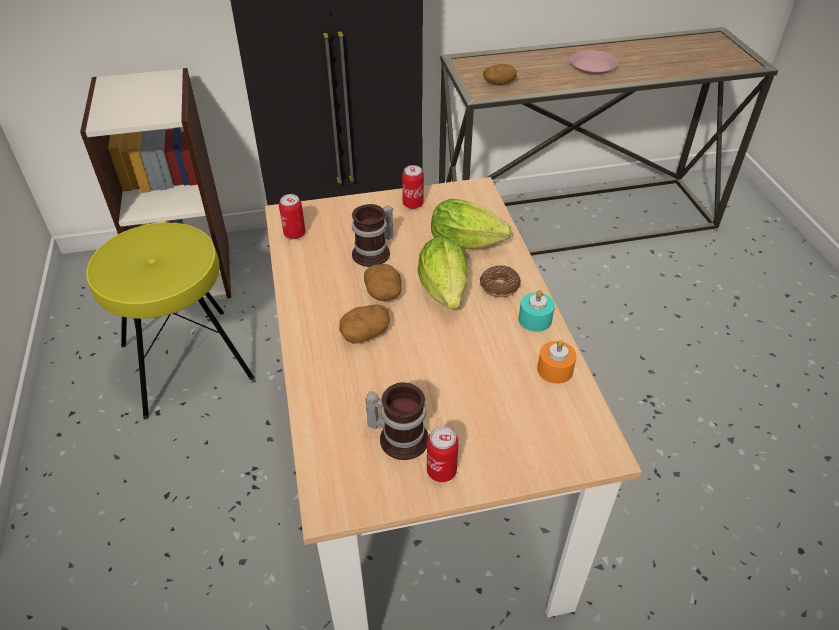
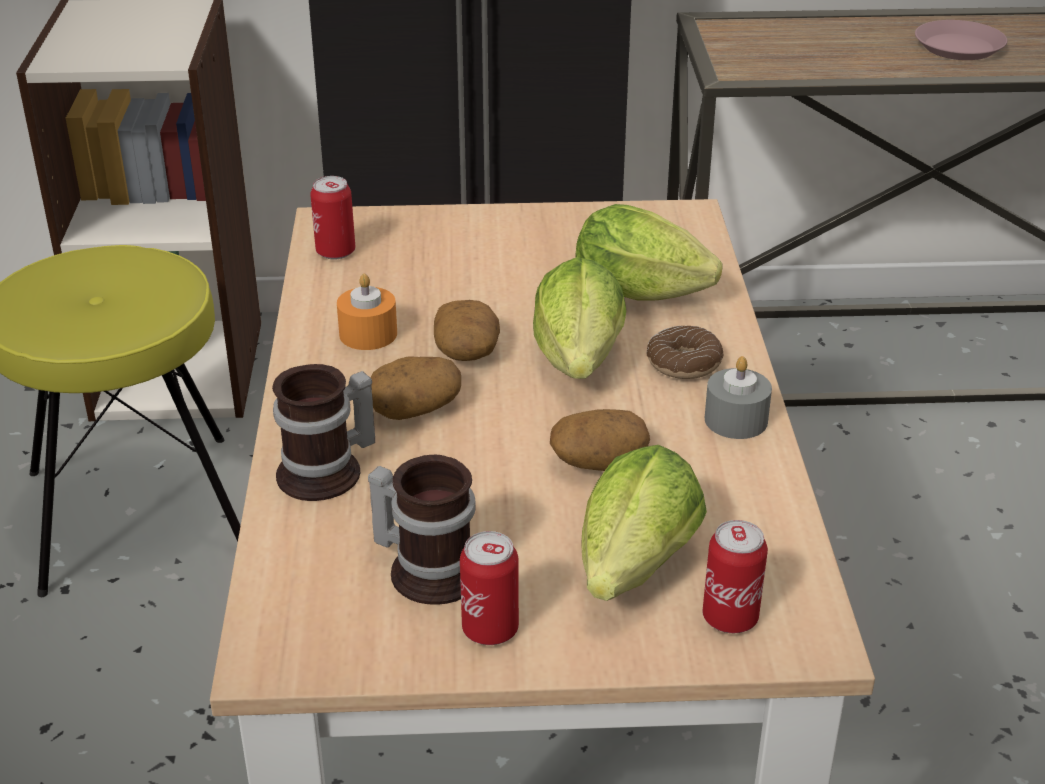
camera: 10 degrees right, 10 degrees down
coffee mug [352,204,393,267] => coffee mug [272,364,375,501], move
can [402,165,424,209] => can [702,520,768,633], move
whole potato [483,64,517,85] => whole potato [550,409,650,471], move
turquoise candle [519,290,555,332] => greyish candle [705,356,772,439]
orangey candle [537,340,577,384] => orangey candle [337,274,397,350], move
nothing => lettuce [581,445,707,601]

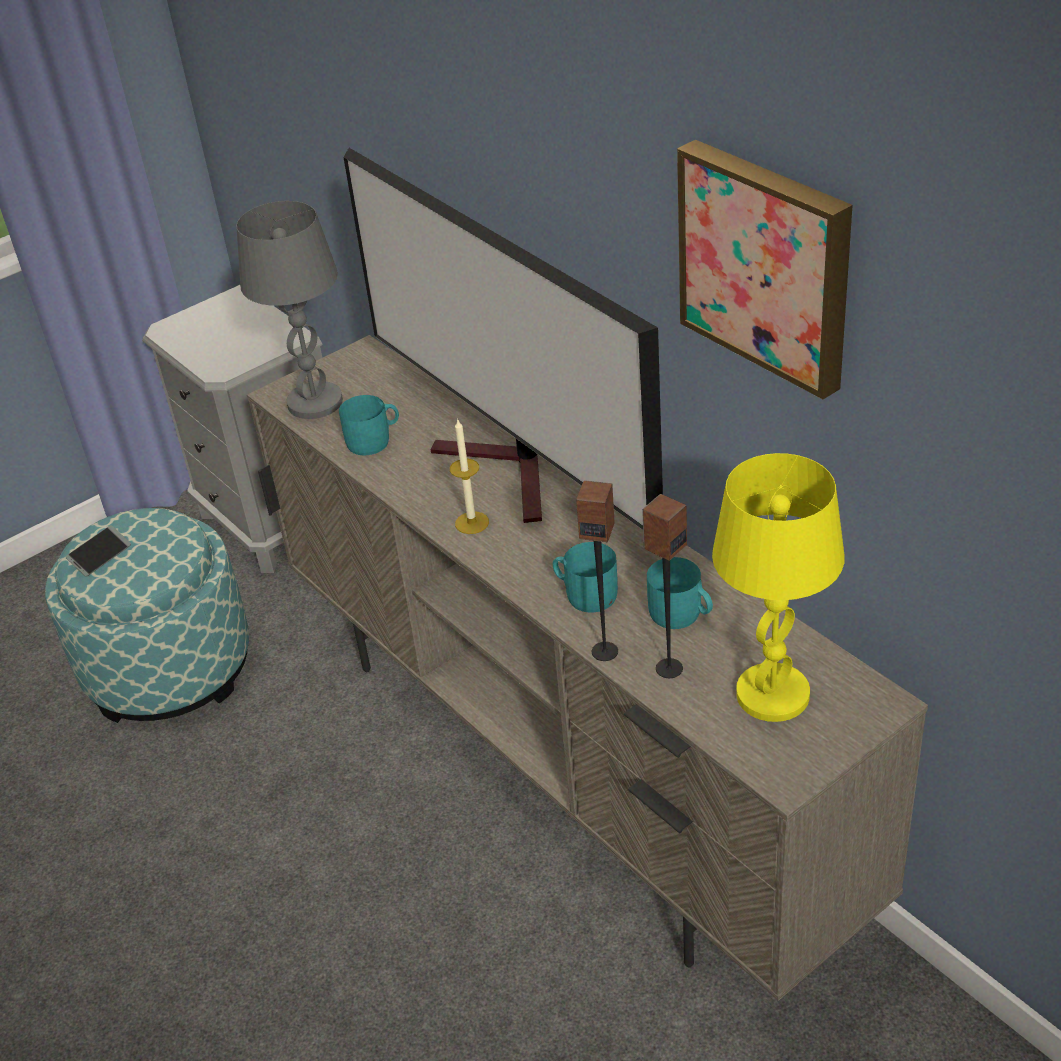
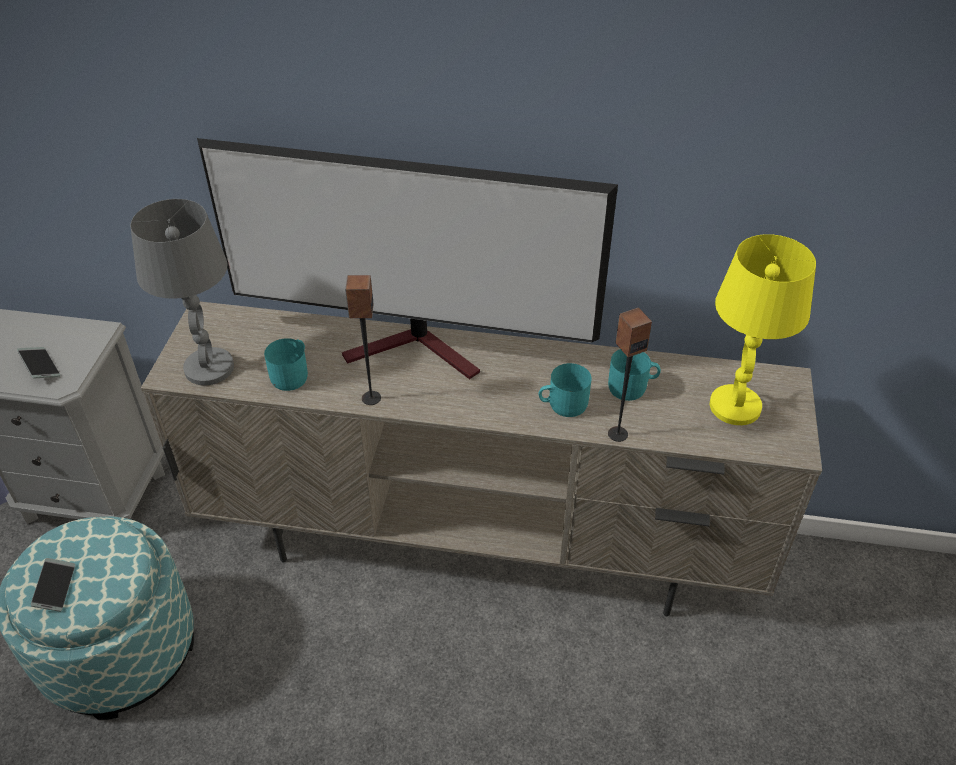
camera: 45 degrees left, 5 degrees up
candle [450,420,489,534] => nothing
loudspeaker [642,494,687,678] => loudspeaker [345,275,381,405], move
wall art [677,140,853,399] => nothing
nothing => telephone [17,347,60,379]

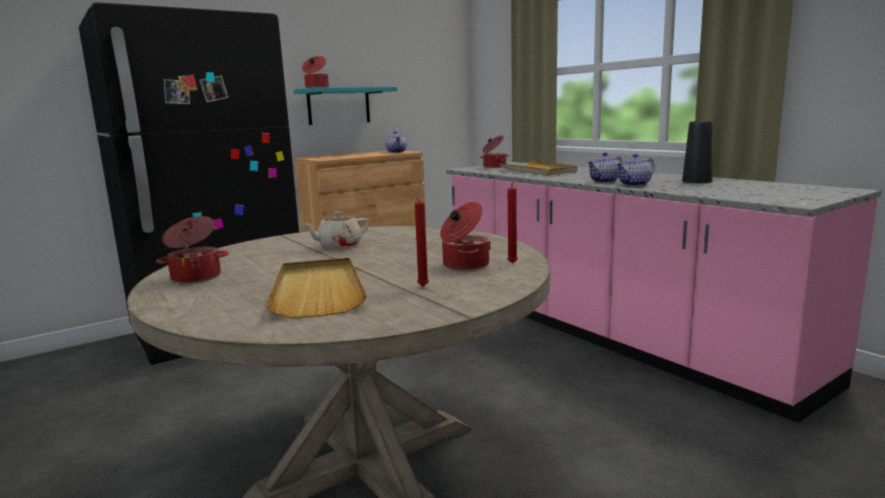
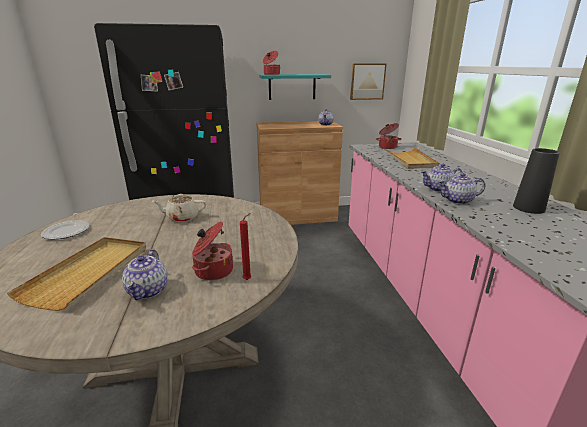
camera: 25 degrees right, 10 degrees up
stockpot [156,216,229,284] => dinner plate [41,220,89,240]
red-coloured candle [414,192,429,287] => teapot [122,249,168,300]
nothing => wall art [350,63,387,100]

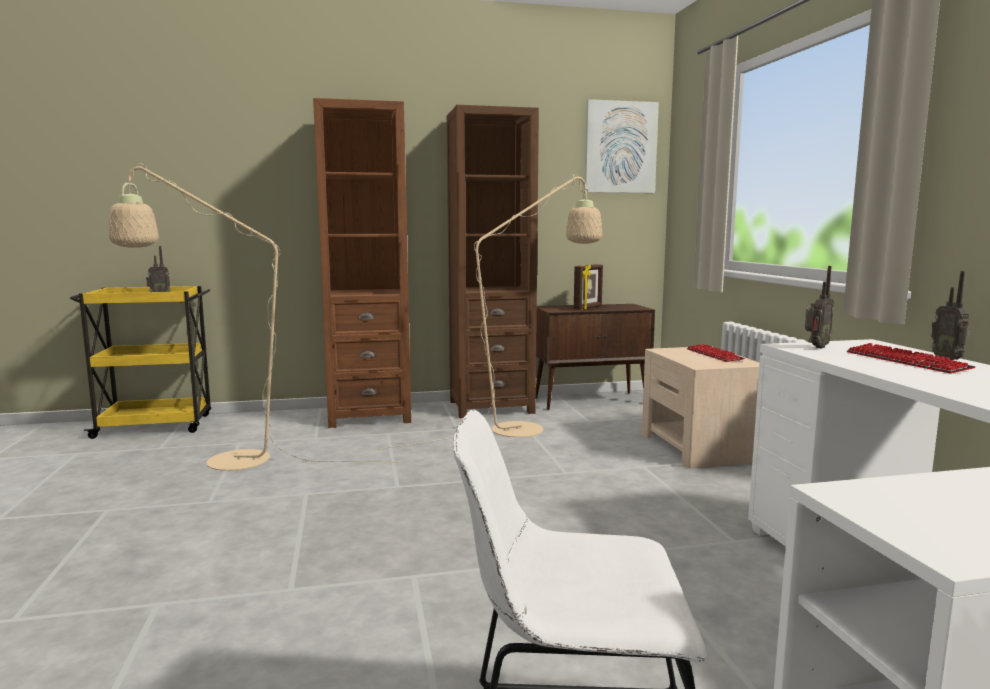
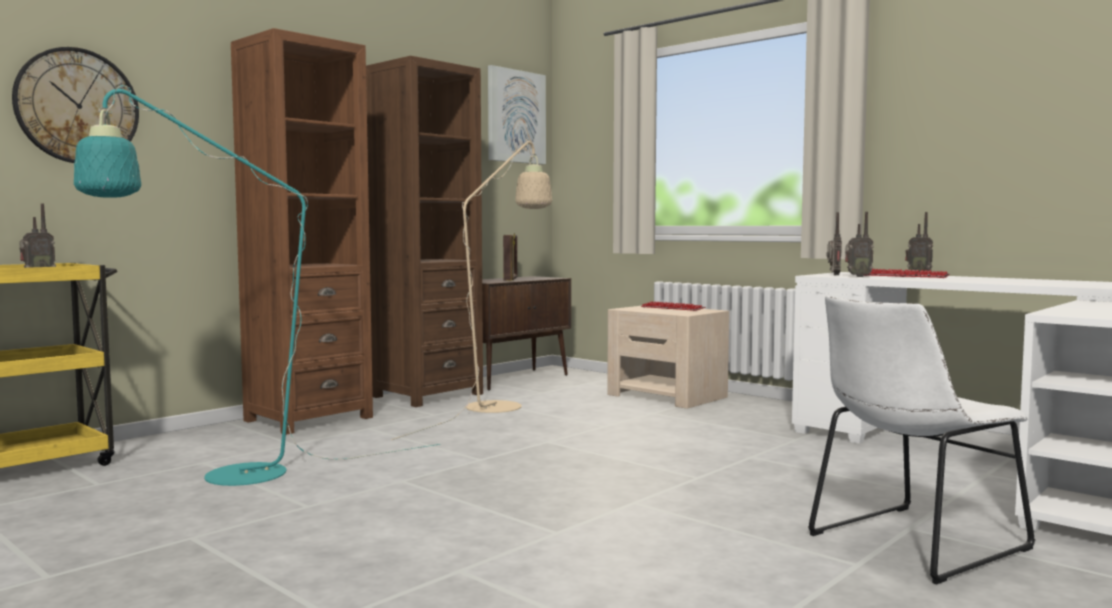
camera: 35 degrees left, 5 degrees down
beige-coloured standard lamp [109,163,400,471] => turquoise standard lamp [74,85,440,486]
nothing => wall clock [12,47,139,163]
nothing => radio set [845,212,874,277]

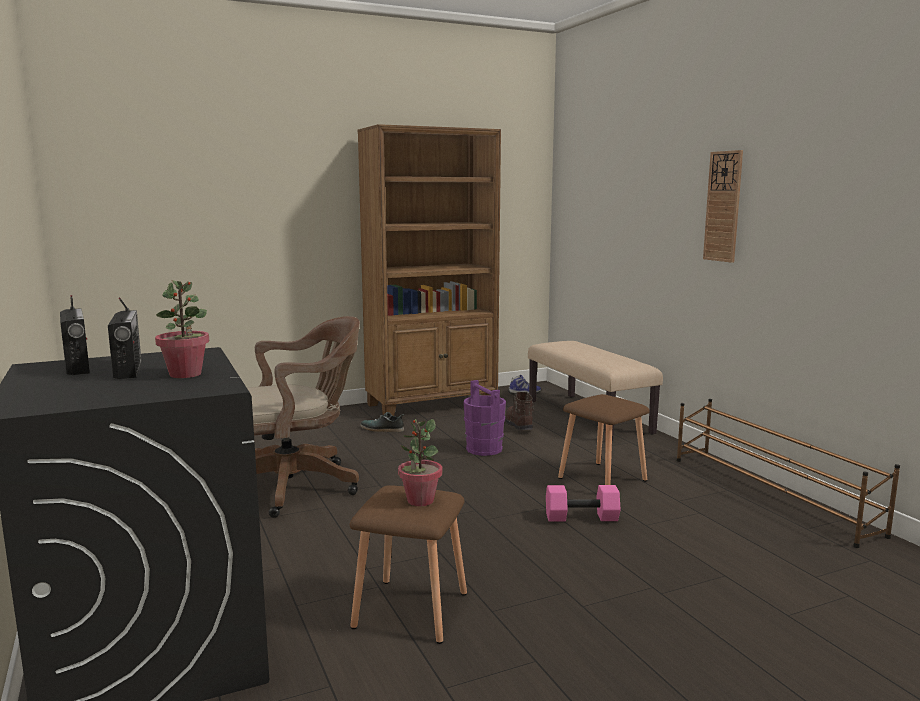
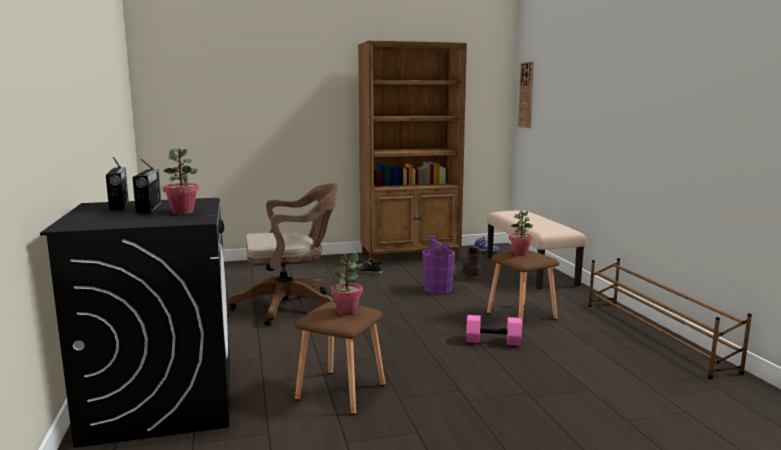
camera: 10 degrees right, 0 degrees up
wall clock [703,150,743,263] => wall clock [518,61,534,128], move
nothing => houseplant [509,211,533,256]

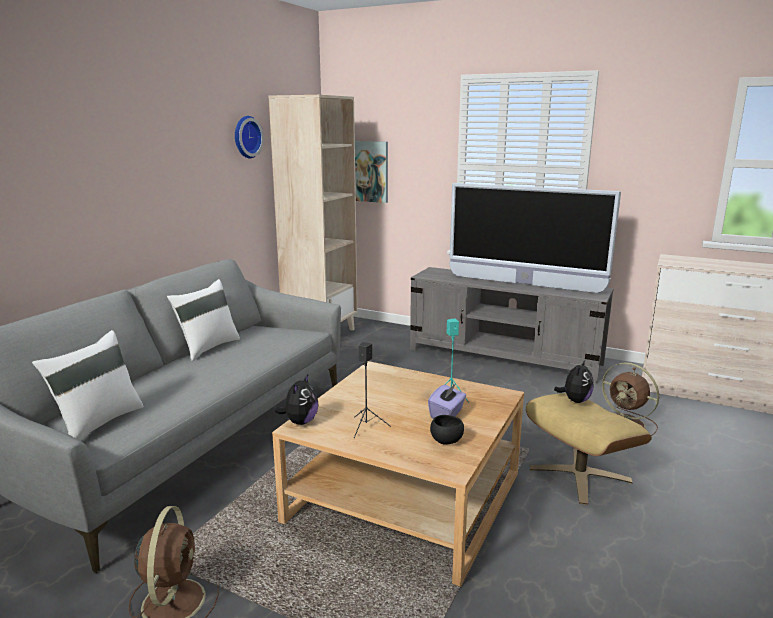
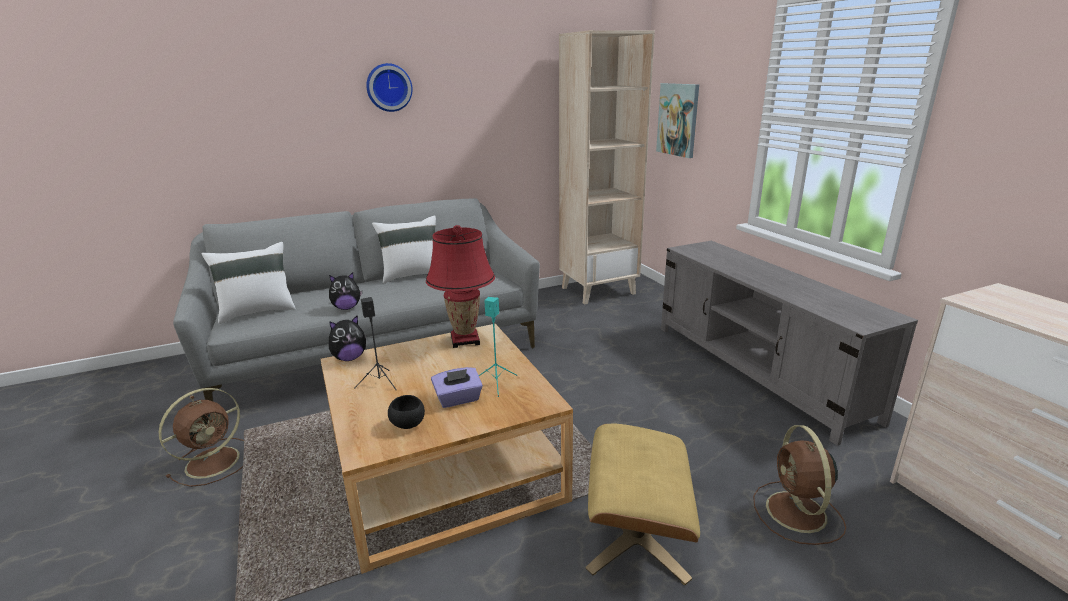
camera: 40 degrees right, 5 degrees up
wall clock [235,116,264,158] => wall clock [366,63,413,112], move
TV set [450,183,621,293] => nothing
cuddly toy [554,359,593,403] => cuddly toy [329,272,362,310], move
nothing => red-coloured lamp for a table [426,225,495,348]

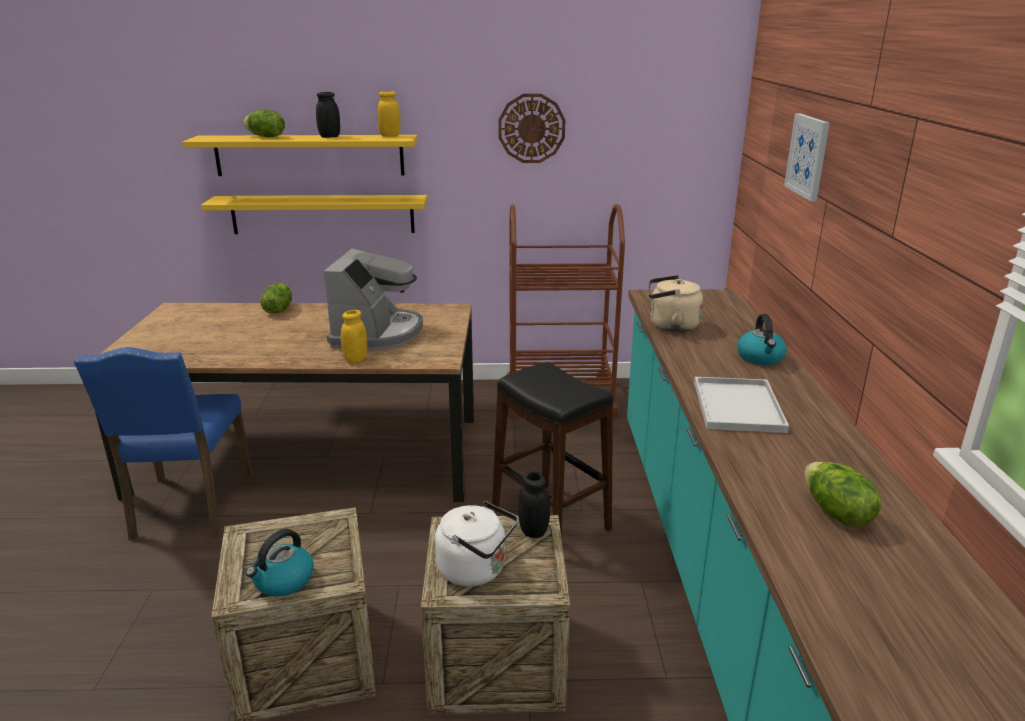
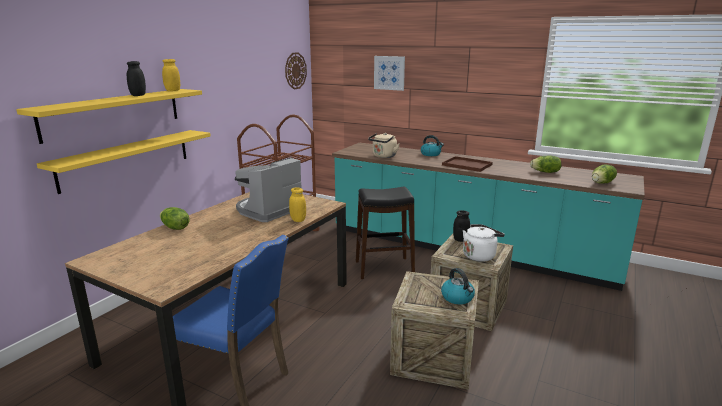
camera: 60 degrees left, 5 degrees down
lettuce [243,110,285,137] => lettuce [592,165,617,184], move
coffee machine [324,249,423,351] => coffee machine [235,157,302,222], 90 degrees counterclockwise
wall clock [498,94,565,163] => wall clock [285,52,307,89], move
white carrying tray [694,377,789,433] => brown-coloured carrying tray [442,156,493,172]

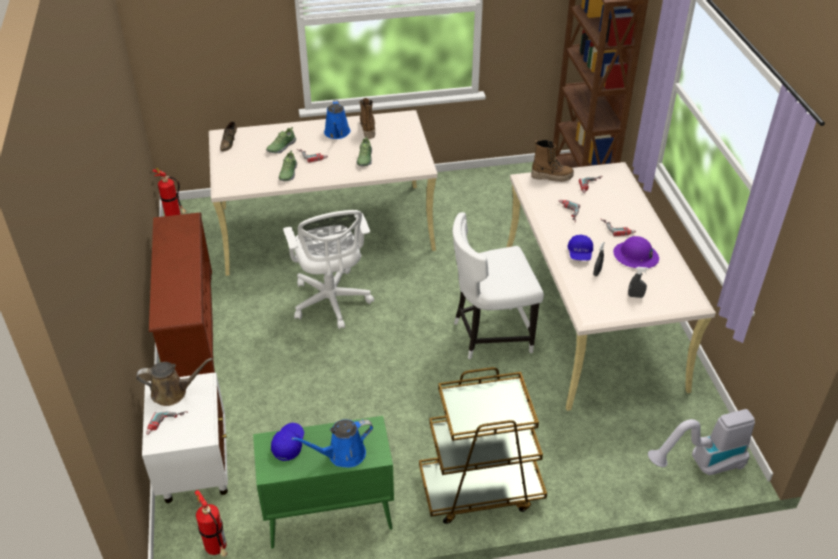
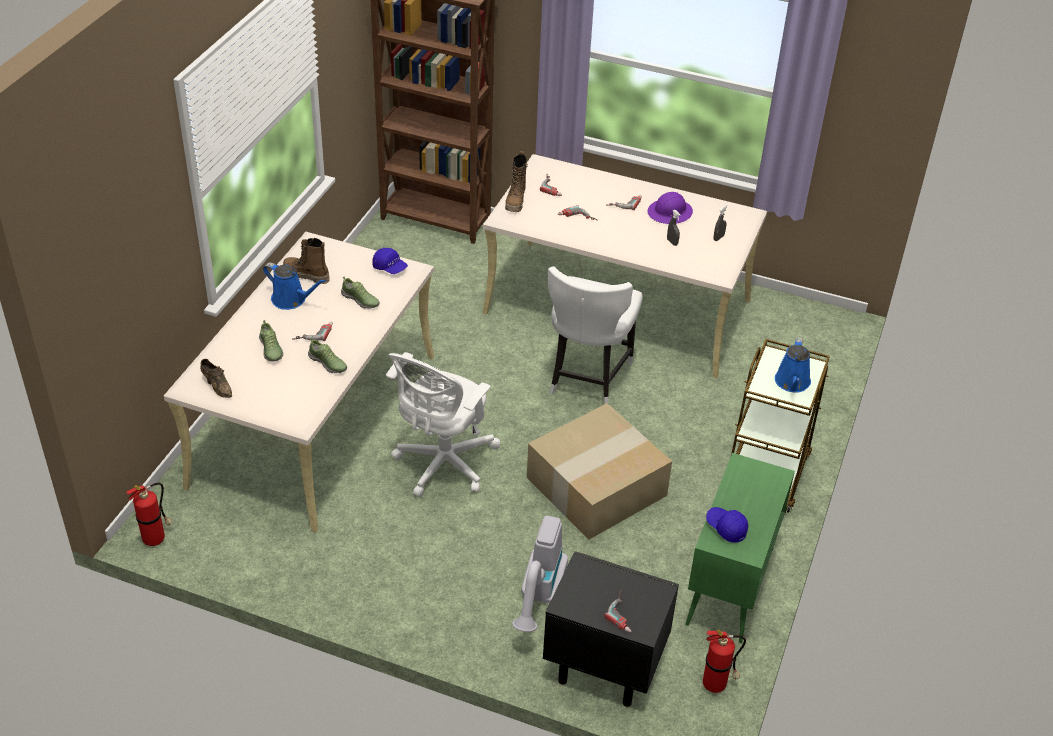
camera: 60 degrees left, 0 degrees up
brown-coloured watering pot [136,358,212,406] => nothing
white bedside table [142,373,228,503] => black-coloured bedside table [543,551,679,707]
brown-coloured shoe shelf [149,212,215,377] => nothing
white computer chair [283,210,374,329] => white computer chair [386,352,500,498], 105 degrees clockwise
blue-coloured watering pot [291,420,373,467] => blue-coloured watering pot [775,338,811,393], move
boot [531,140,574,182] => boot [505,152,528,212], 150 degrees clockwise
blue-coloured peaked cap [567,235,593,261] => blue-coloured peaked cap [372,248,408,274], move
hoover [648,409,755,475] => hoover [512,516,568,632], move
nothing => cardboard box [527,403,672,539]

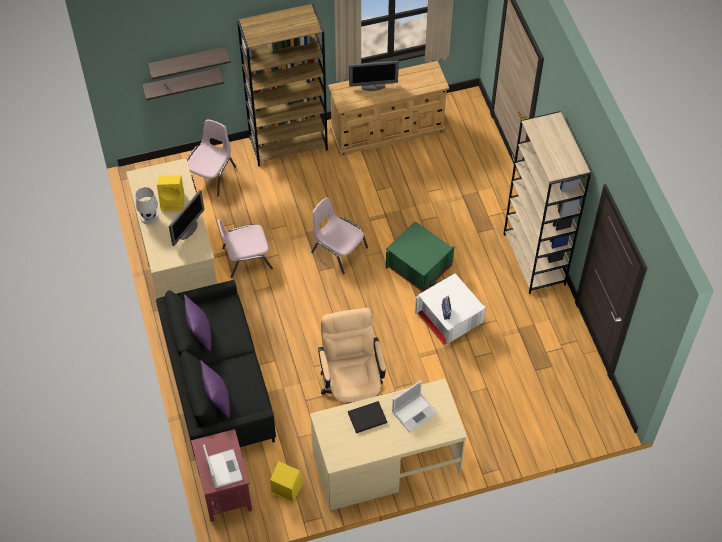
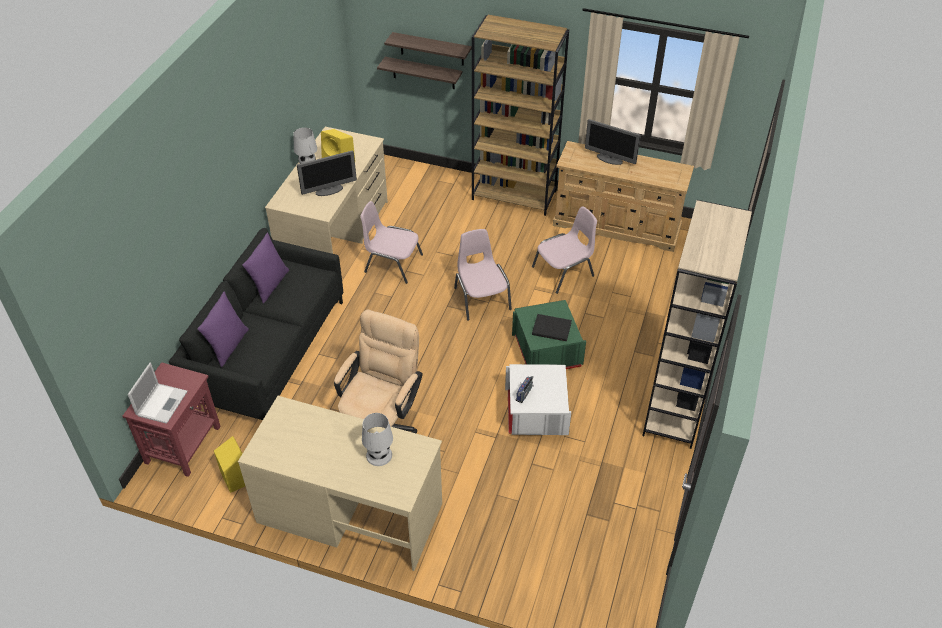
camera: 35 degrees right, 10 degrees down
pink chair [187,119,236,196] => pink chair [532,207,597,294], move
black-coloured volume [348,401,387,433] => black-coloured volume [532,314,572,341], move
portable computer [392,380,437,432] => white lamp for a table [362,413,393,466]

